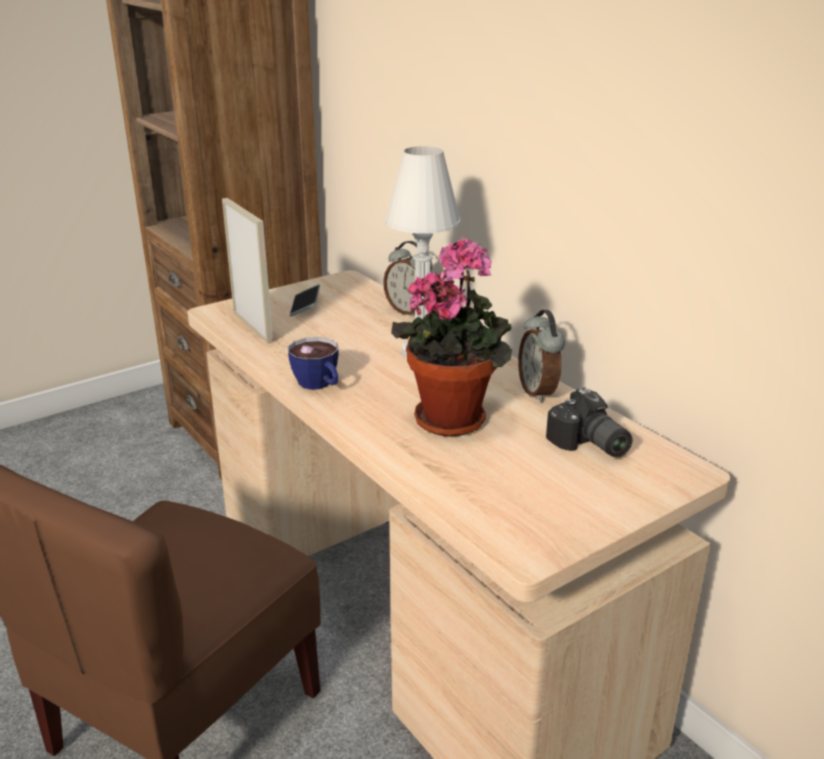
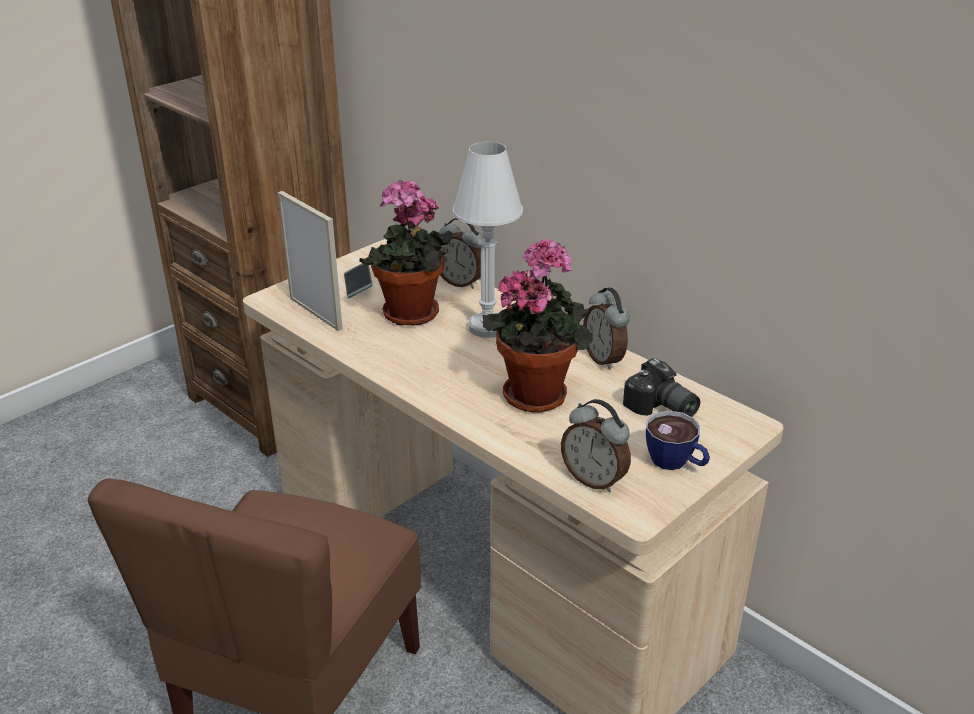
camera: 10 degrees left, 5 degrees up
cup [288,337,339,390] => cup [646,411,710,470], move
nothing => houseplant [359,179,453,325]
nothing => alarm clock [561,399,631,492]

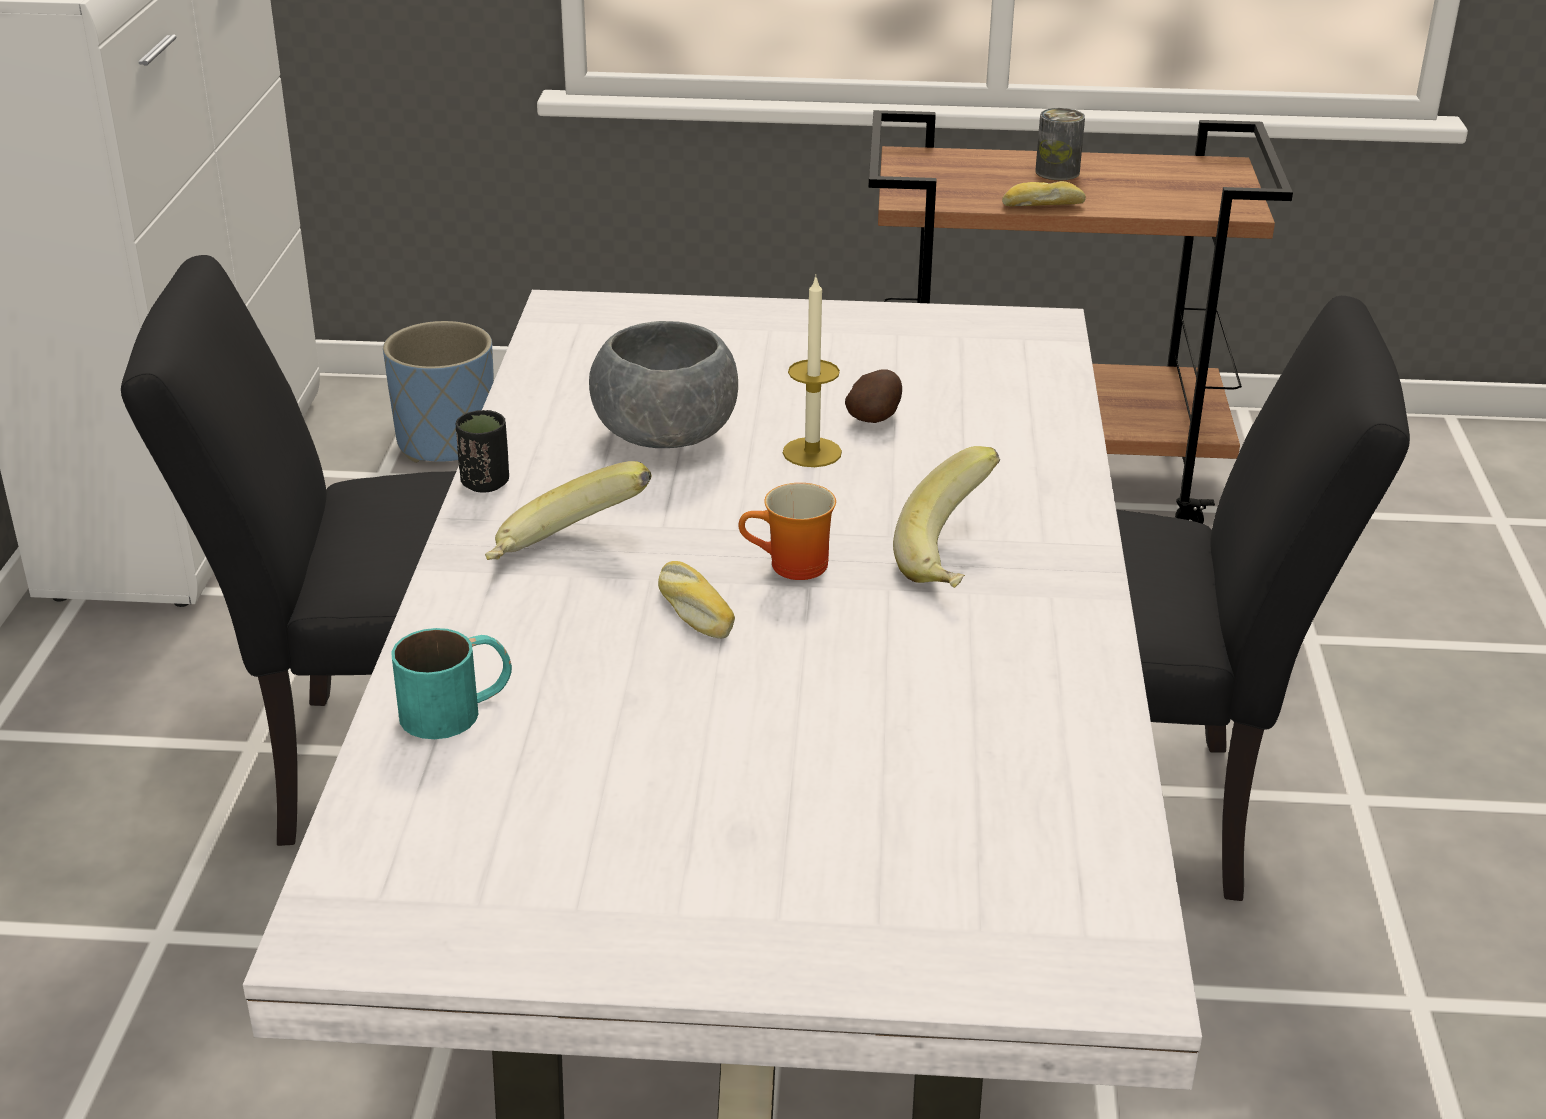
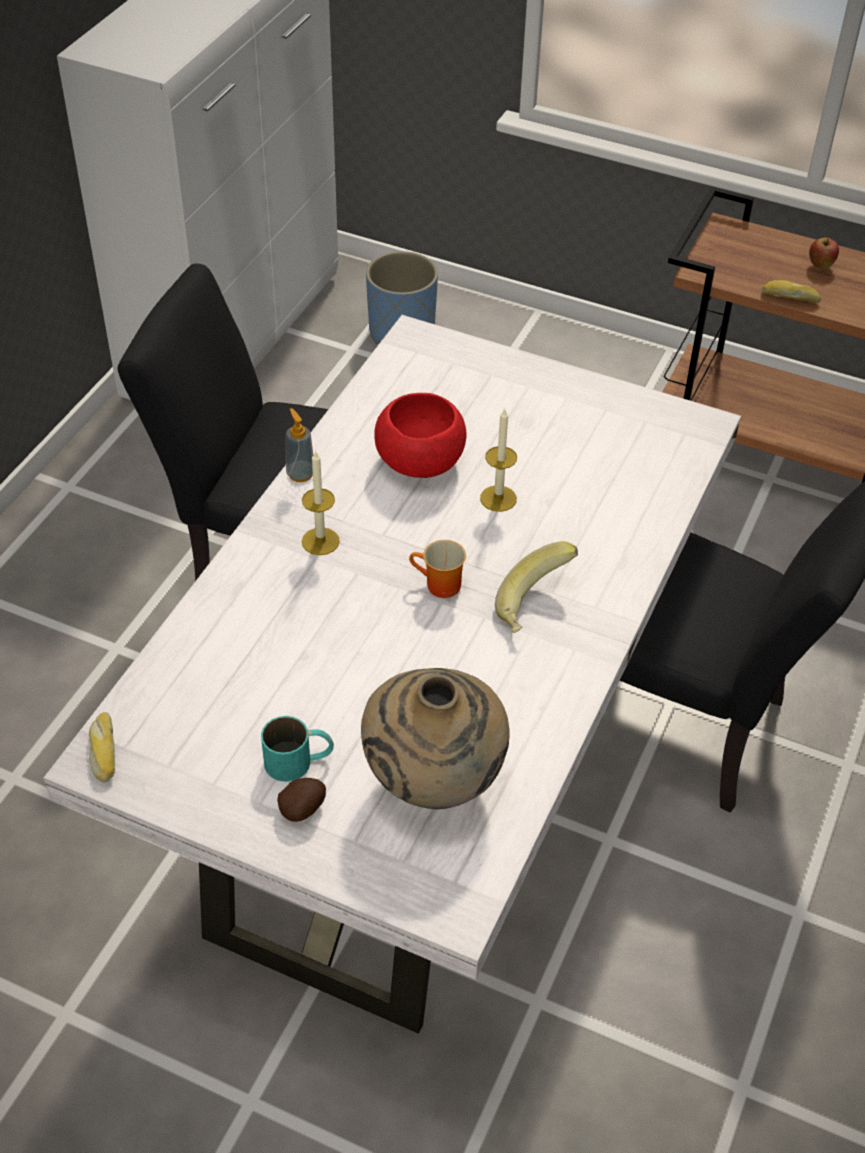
camera: 20 degrees right, 15 degrees up
turquoise coffee mug [391,628,512,739] => turquoise coffee mug [261,716,334,782], move
black-coloured cup [456,410,509,493] => liquid soap bottle [286,408,313,482]
whole banana [485,461,651,560] => candle [302,450,340,555]
greyish deep dish [589,321,738,448] => red-coloured deep dish [374,393,467,478]
bread [658,561,735,638] => bread [89,712,115,782], move
whole potato [845,369,902,423] => whole potato [277,778,326,822], move
can [1035,108,1085,180] => whole apple [809,237,839,269]
nothing => beige-coloured vase [361,668,510,809]

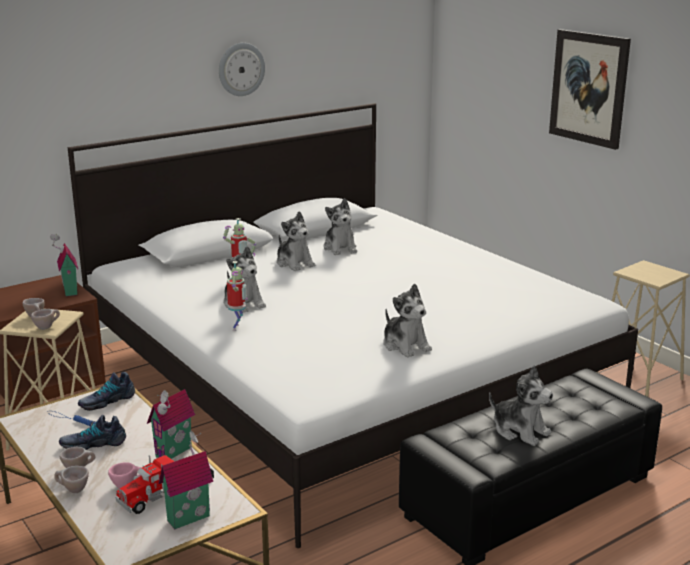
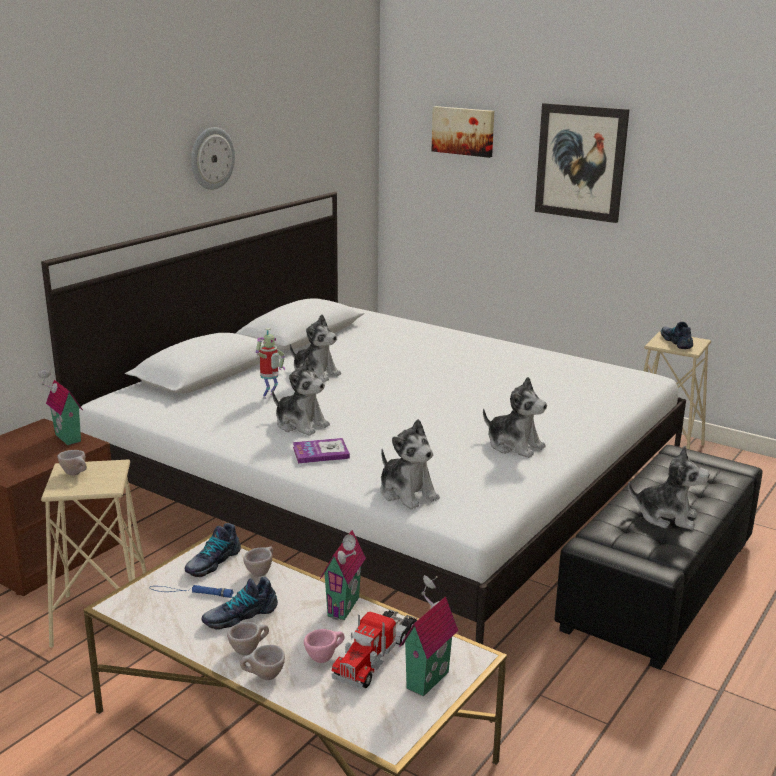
camera: 20 degrees left, 0 degrees up
beige-coloured cup [31,309,60,330] => beige-coloured cup [243,546,273,577], move
robot figure [227,261,247,331] => volume [293,438,350,463]
cuddly toy [323,198,357,255] => cuddly toy [380,419,440,510], move
nothing => wall art [432,106,494,158]
nothing => low shoe [661,322,693,349]

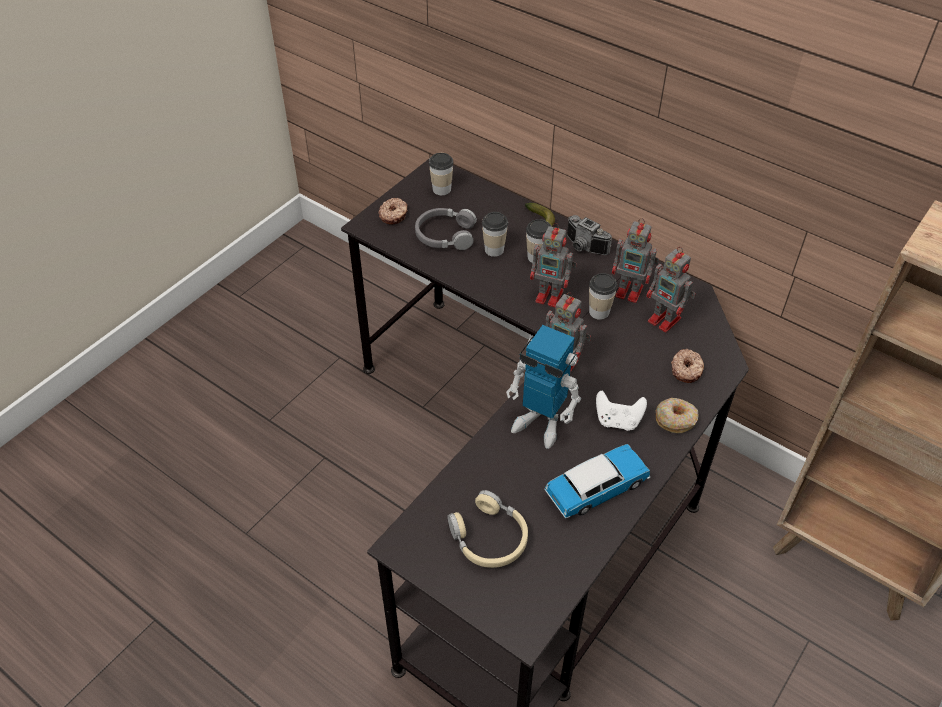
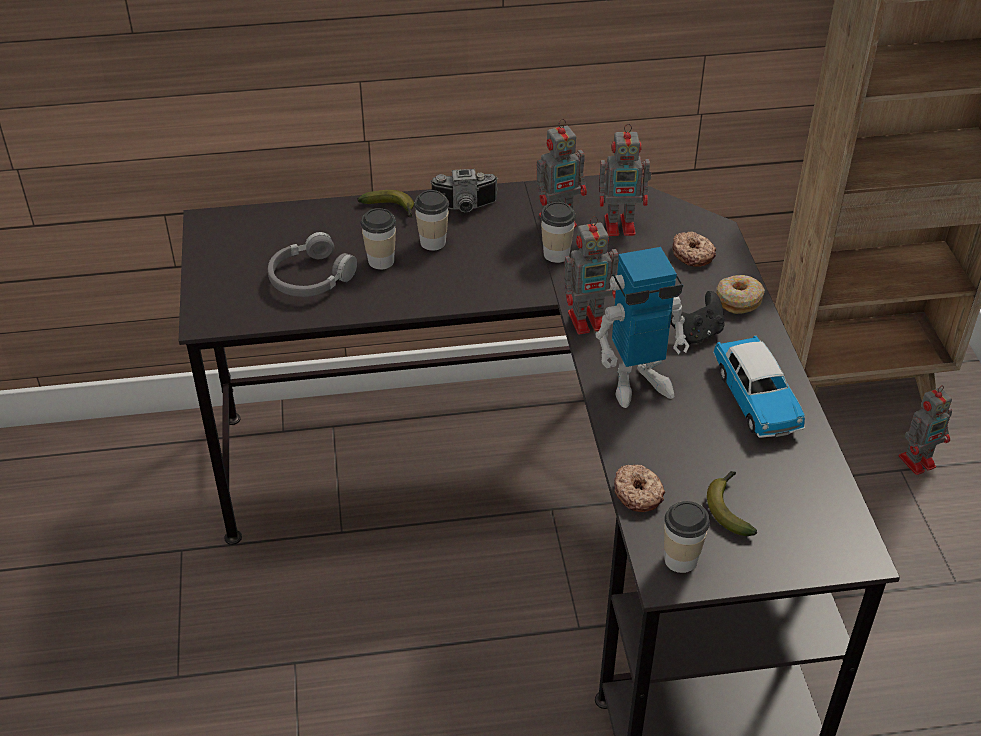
camera: 45 degrees left, 5 degrees down
donut [378,198,408,225] => donut [614,465,665,512], move
cup [429,153,454,195] => cup [664,501,710,573], move
beige-coloured headphones [447,490,528,568] => whole banana [707,471,757,536]
robot figure [530,223,577,307] => robot figure [899,385,952,475], move
miniature car [544,444,650,519] => miniature car [713,336,805,438], 150 degrees clockwise
white gamepad [596,391,647,431] => black-coloured gamepad [670,291,725,345]

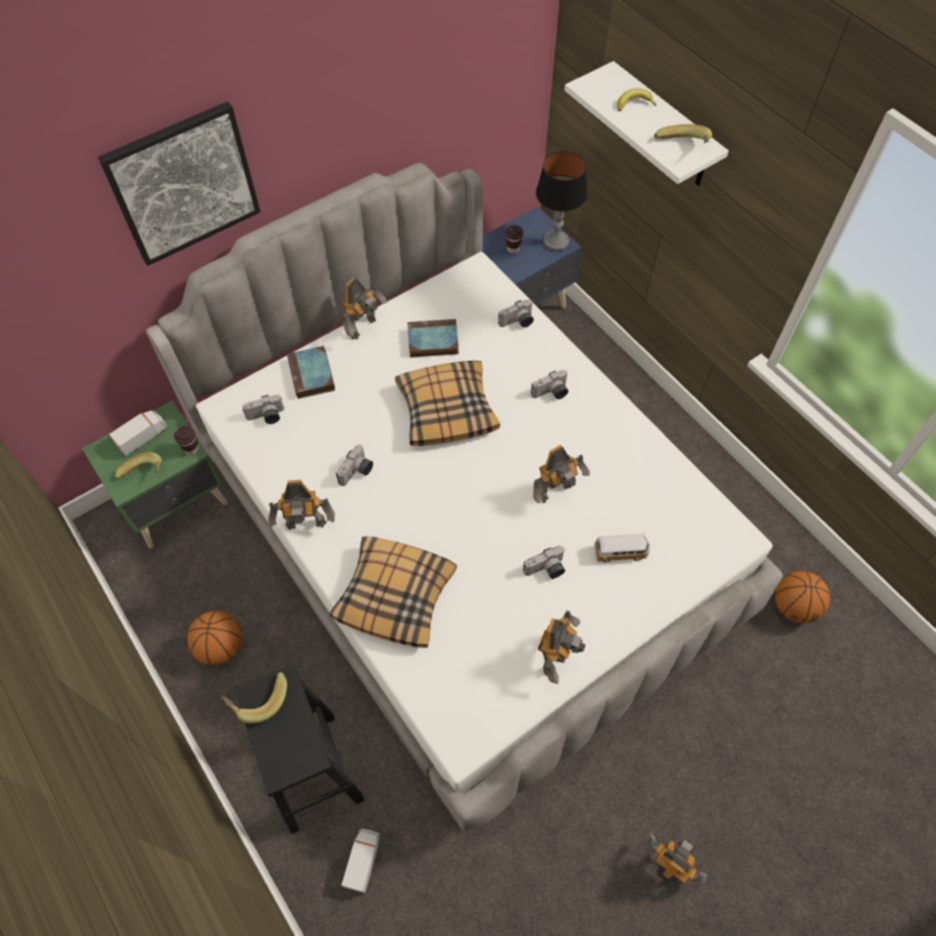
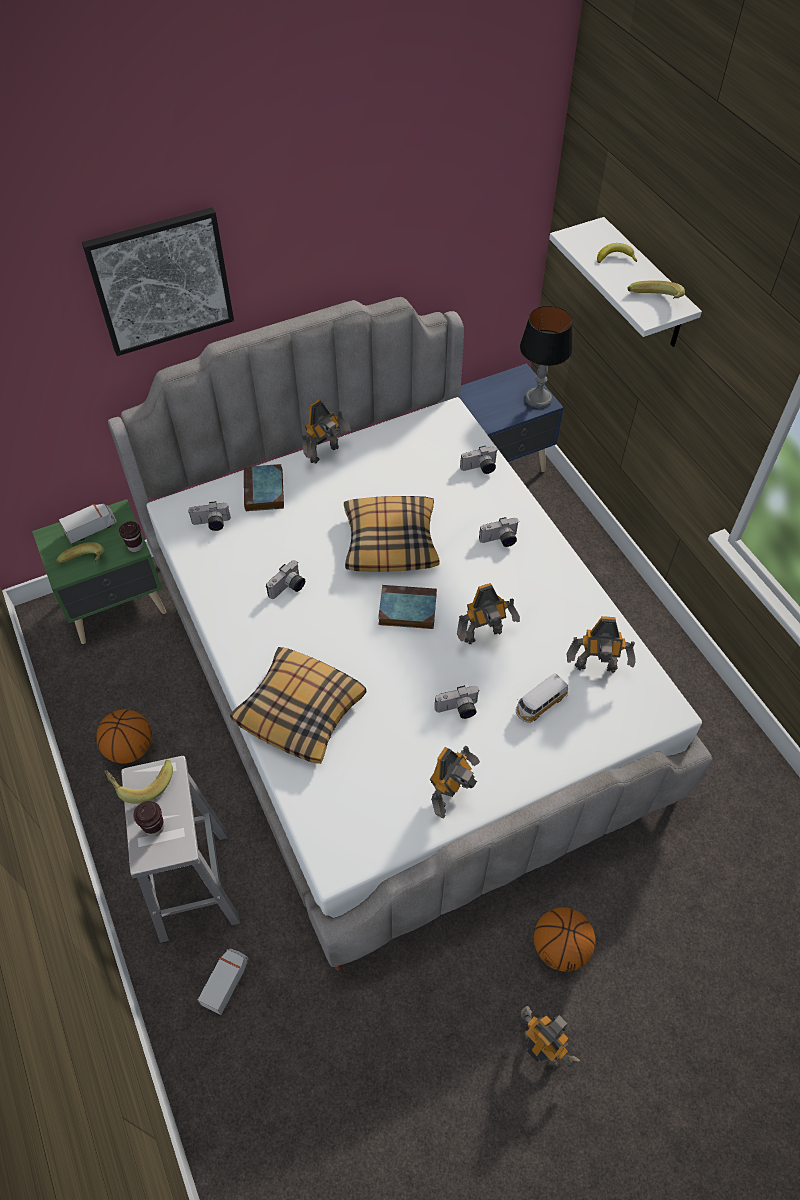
camera: 10 degrees right, 5 degrees down
black-coloured sitting stool [235,664,365,834] => white sitting stool [121,756,240,943]
robot figure [268,480,335,530] => robot figure [566,616,636,673], move
volume [407,319,459,358] => volume [378,585,437,629], move
brown-coloured cup [505,225,523,253] => brown-coloured cup [133,801,164,837], move
miniature car [594,533,650,562] => miniature car [516,673,568,723], 135 degrees clockwise
basketball ball [775,571,830,623] => basketball ball [534,907,596,972], move

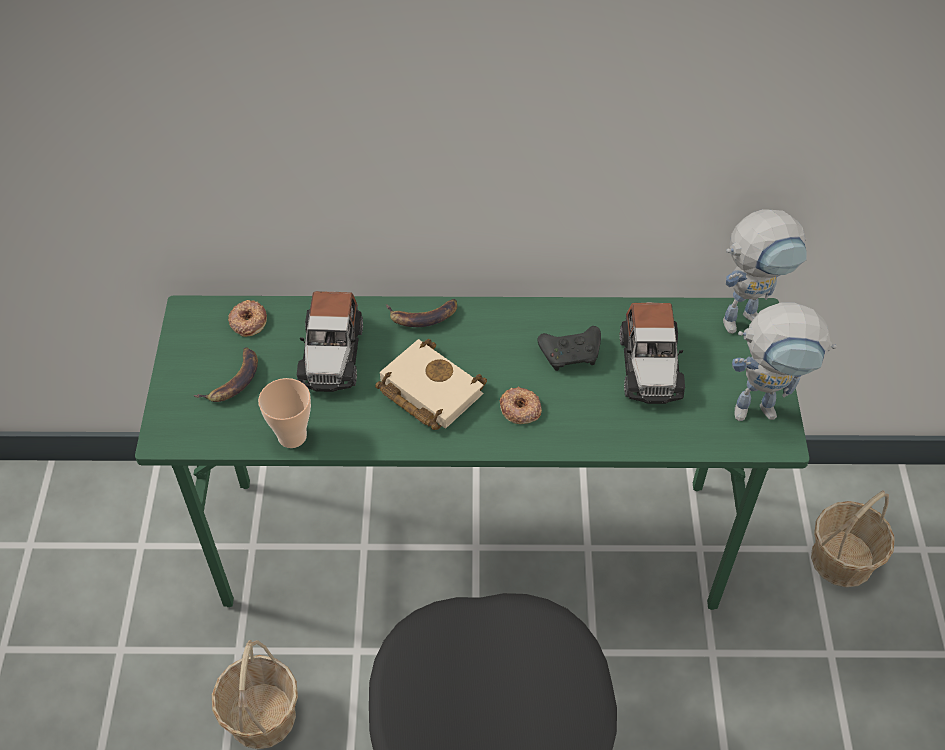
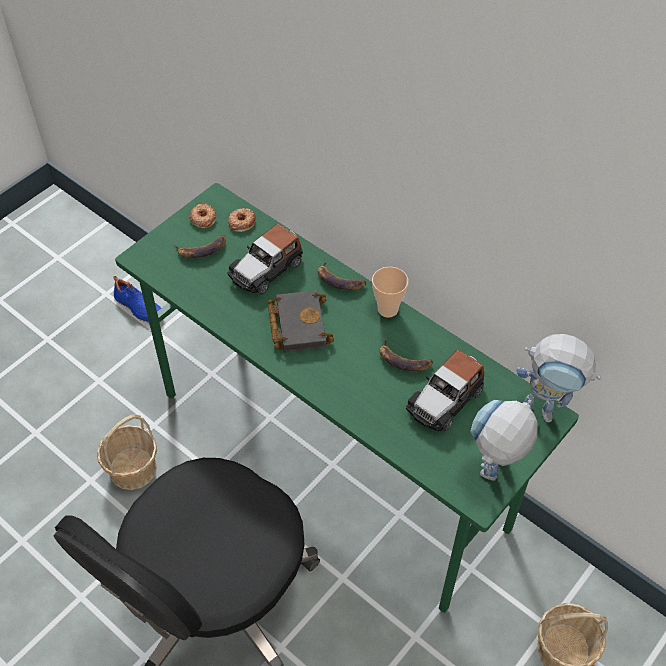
camera: 40 degrees right, 0 degrees up
cup [258,378,311,448] => cup [372,267,409,318], move
beige-coloured volume [375,339,487,430] => black-coloured volume [268,290,334,352]
donut [500,387,542,424] => donut [189,204,216,229], move
black-coloured gamepad [538,326,601,371] => whole banana [380,338,433,371]
robot figure [732,302,837,421] => robot figure [470,400,538,481], 90 degrees clockwise
nothing => blue-coloured low shoe [113,276,161,322]

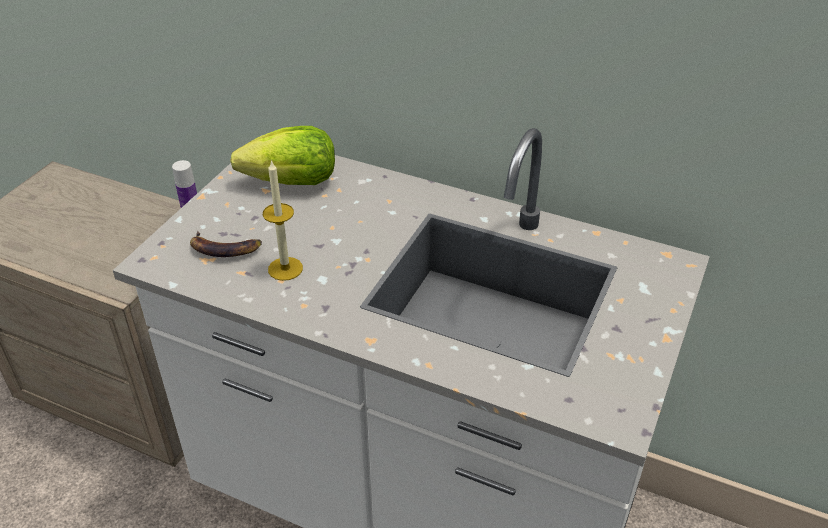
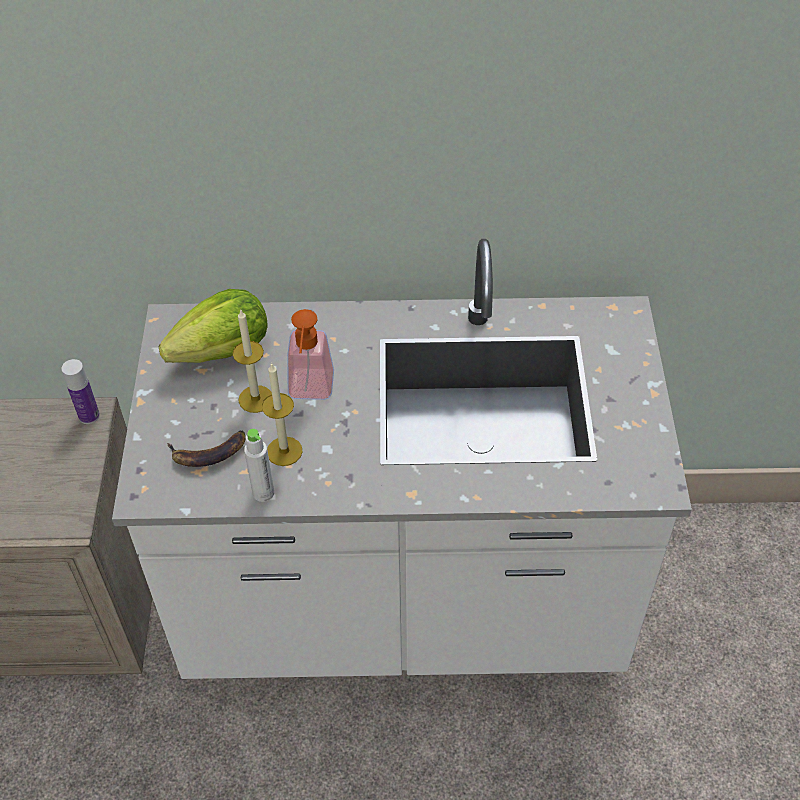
camera: 25 degrees left, 10 degrees up
nothing => candle [232,310,272,413]
nothing => white beverage bottle [244,429,274,502]
nothing => liquid soap bottle [287,309,334,400]

